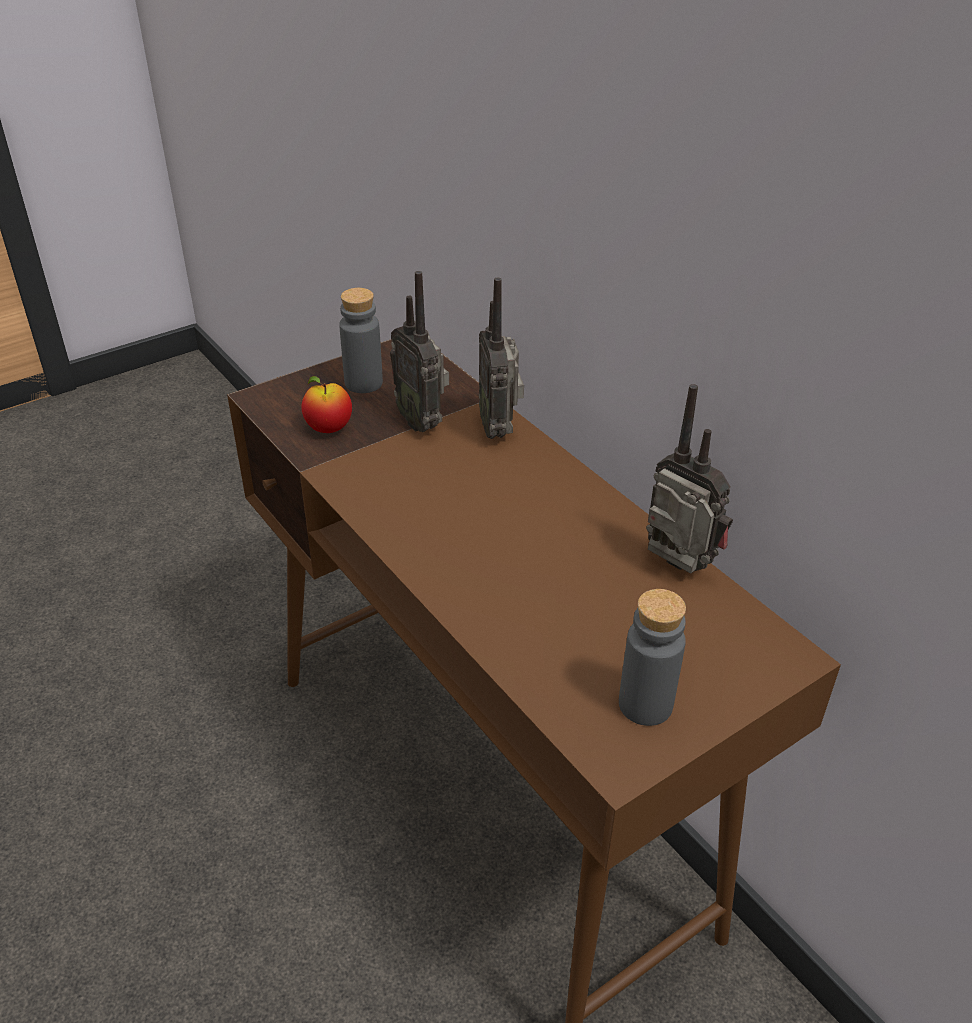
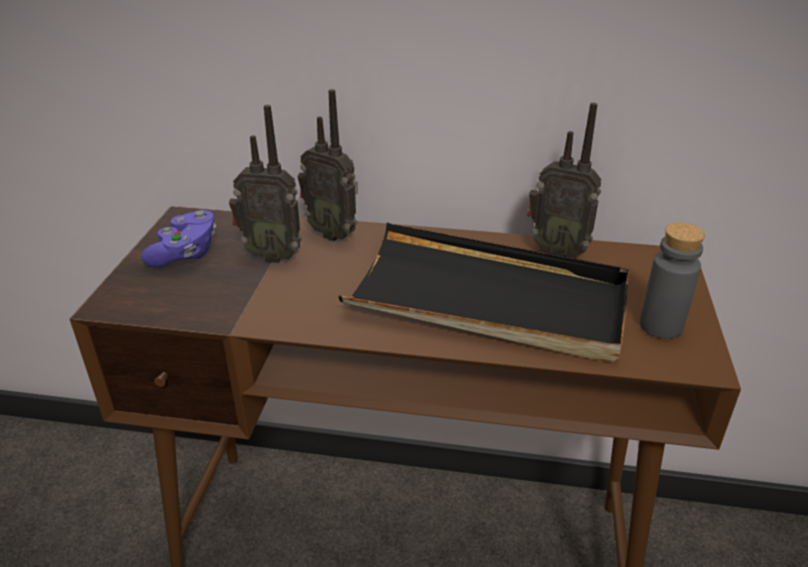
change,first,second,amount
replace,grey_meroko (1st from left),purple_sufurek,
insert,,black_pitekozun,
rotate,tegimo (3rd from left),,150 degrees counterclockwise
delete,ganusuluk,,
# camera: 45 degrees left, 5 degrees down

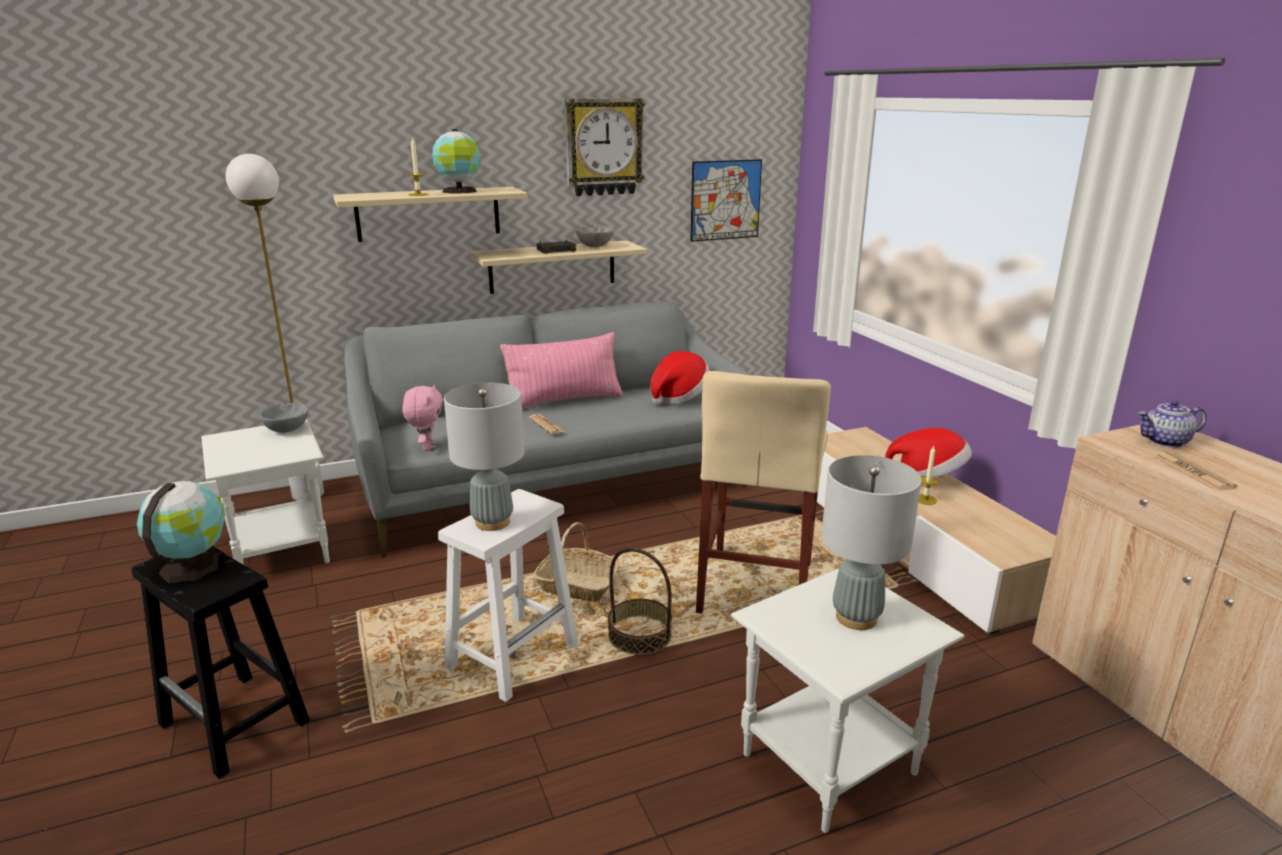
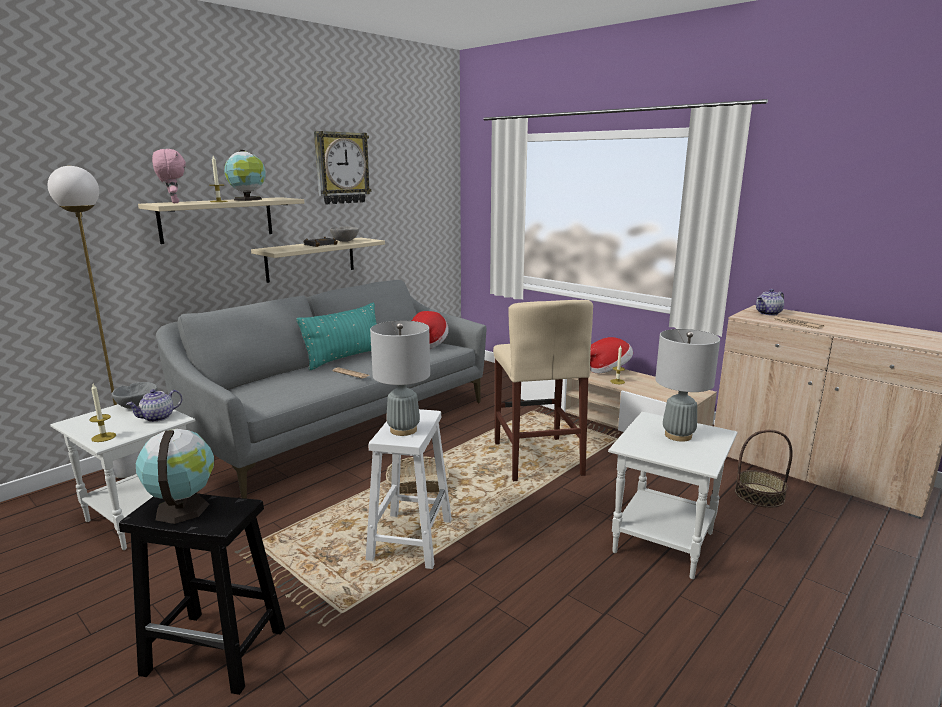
change,first,second,amount
insert,,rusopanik (1st from left),
insert,,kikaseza (1st from left),
move,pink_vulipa,,
recolor,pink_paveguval,turquoise_paveguval,
move,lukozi (2nd from left),,
delete,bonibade,,
# camera: 25 degrees left, 5 degrees down

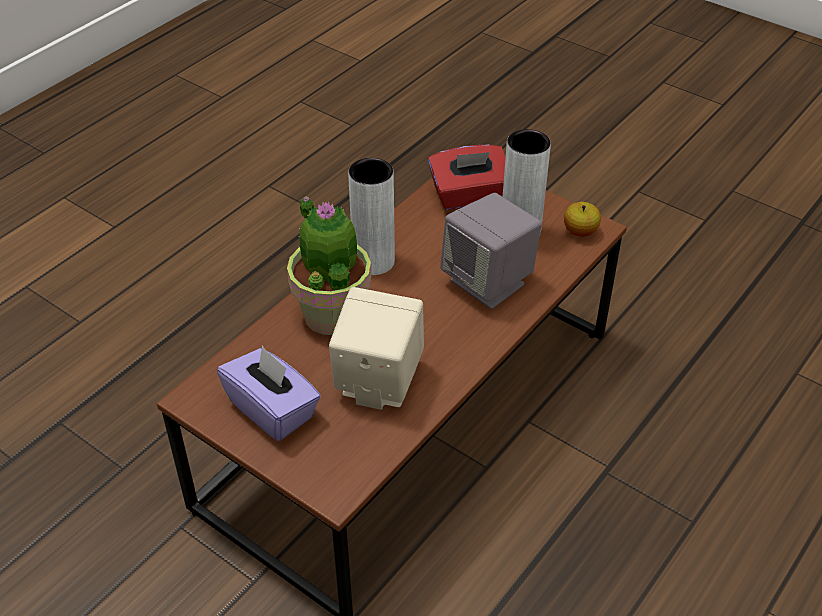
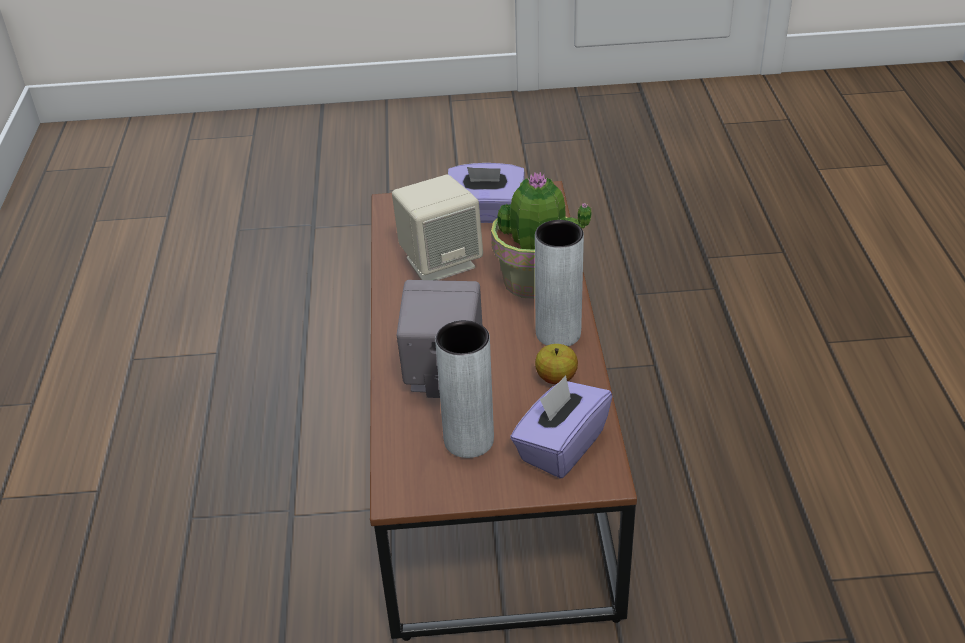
change,first,second,amount
recolor,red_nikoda,purple_nikoda (2nd from left),
move,ganusuluk,,
# camera: 140 degrees right, 5 degrees down

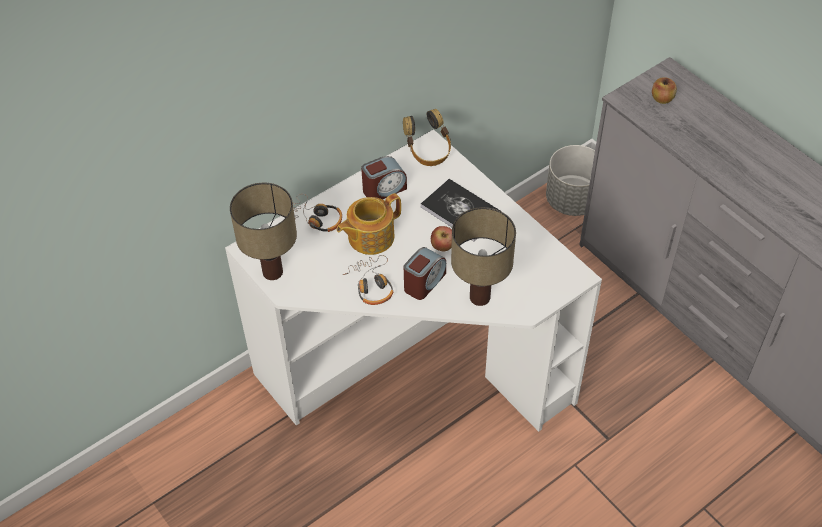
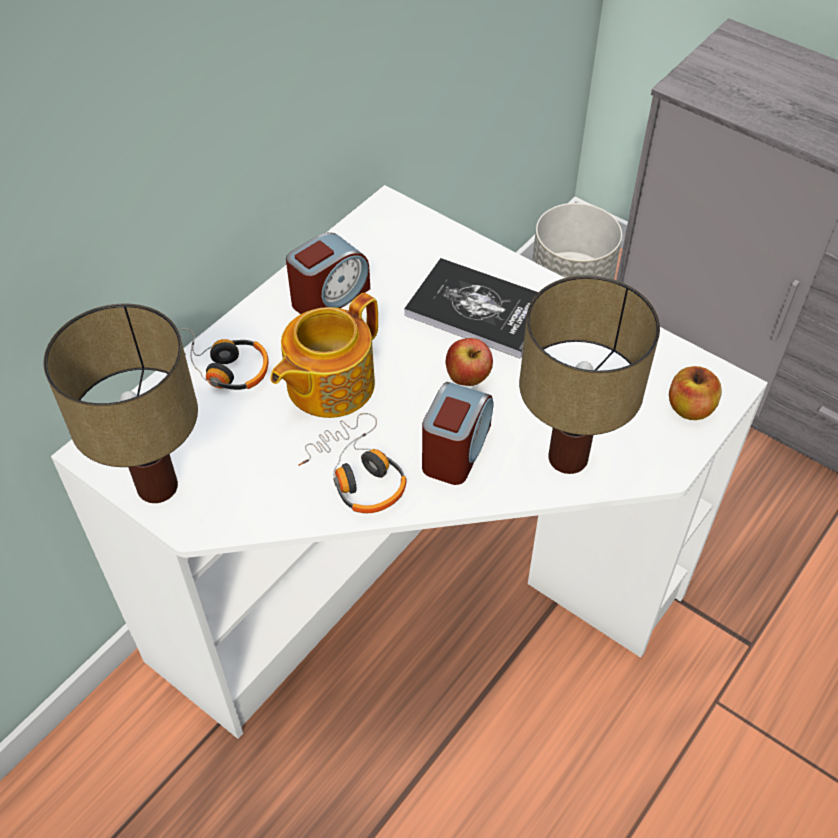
change,first,second,amount
move,ganusuluk (2nd from left),,
delete,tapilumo (3rd from left),,
# camera: 15 degrees left, 0 degrees up

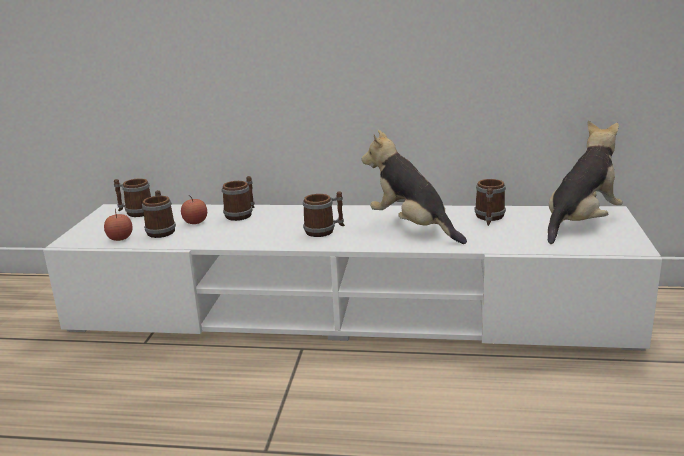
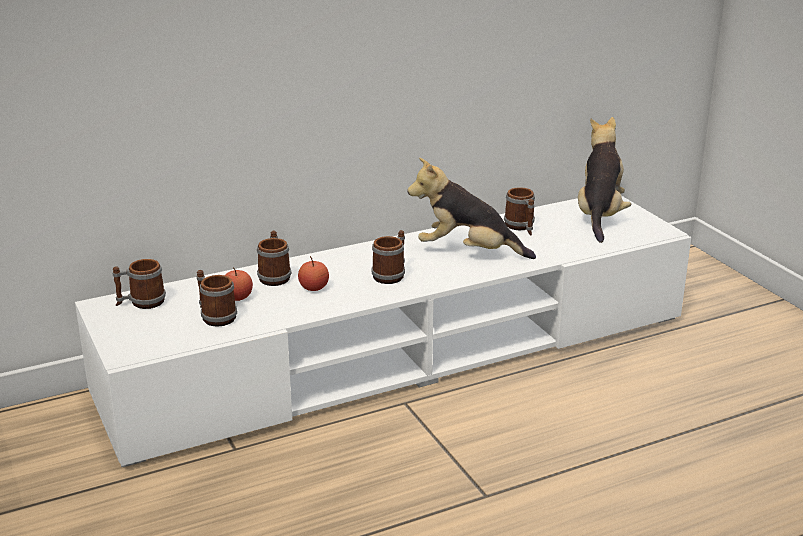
change,first,second,amount
move,ganusuluk (1st from left in the first image),ganusuluk (2nd from left),
# camera: 35 degrees left, 5 degrees up

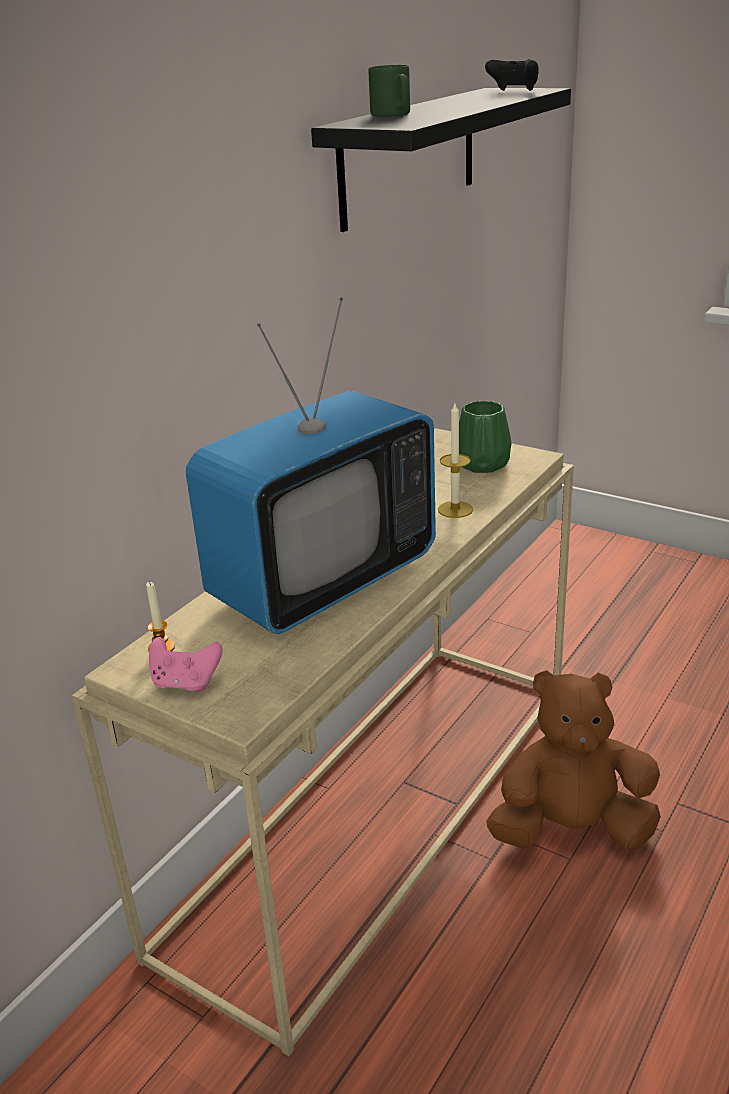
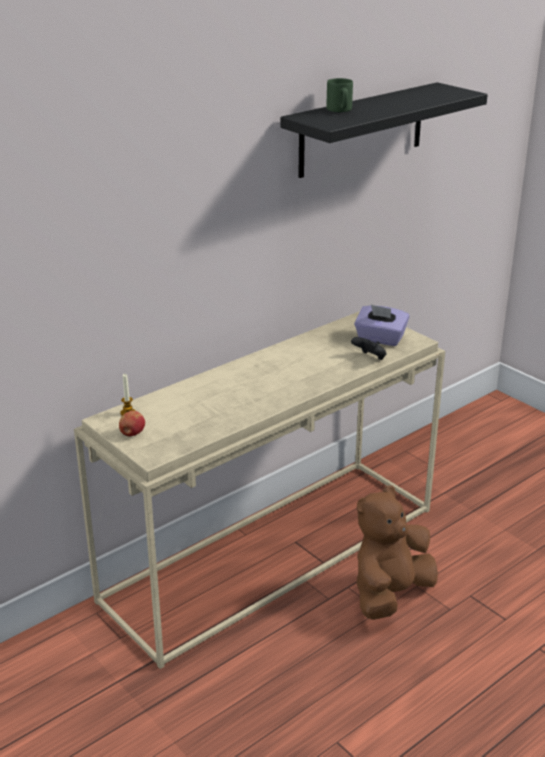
change,first,second,amount
replace,pink_sufurek,ganusuluk,
move,black_sufurek,,
replace,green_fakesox,purple_nikoda,
rotate,brown_vulipa,,60 degrees counterclockwise
delete,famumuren,,
delete,rusopanik (2nd from left),,
# camera: 15 degrees right, 0 degrees up

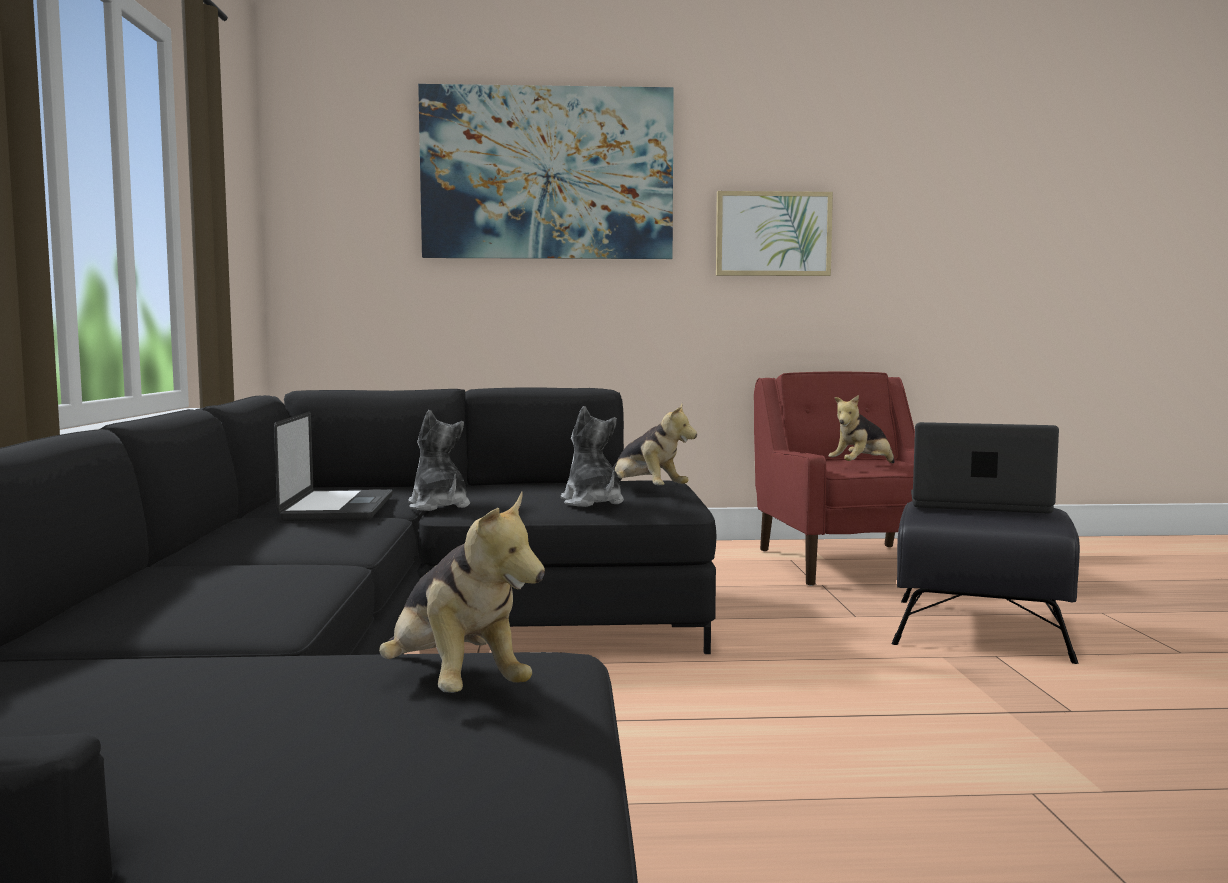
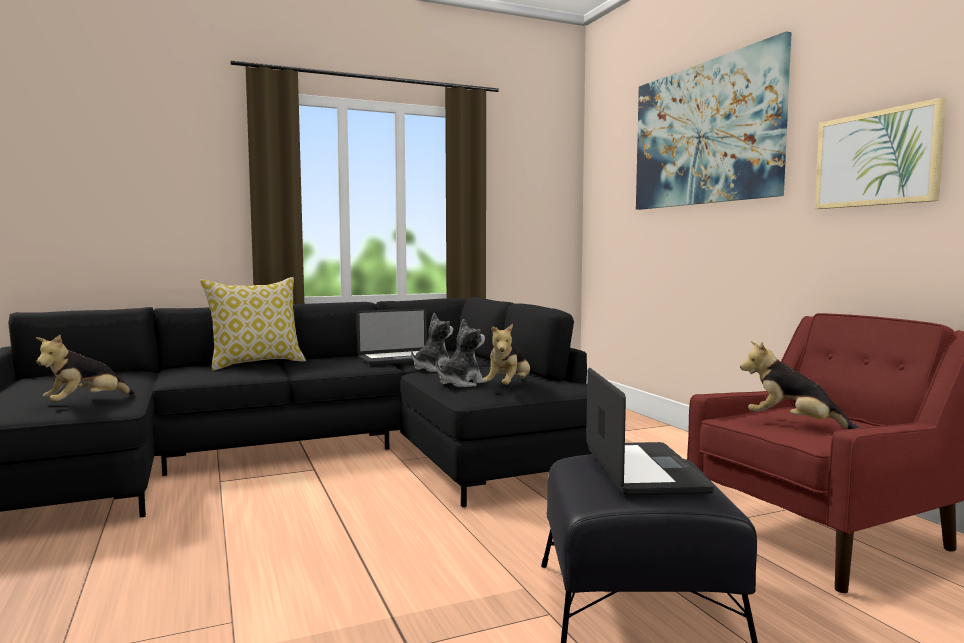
change,first,second,amount
insert,,paveguval,
# camera: 70 degrees right, 0 degrees up

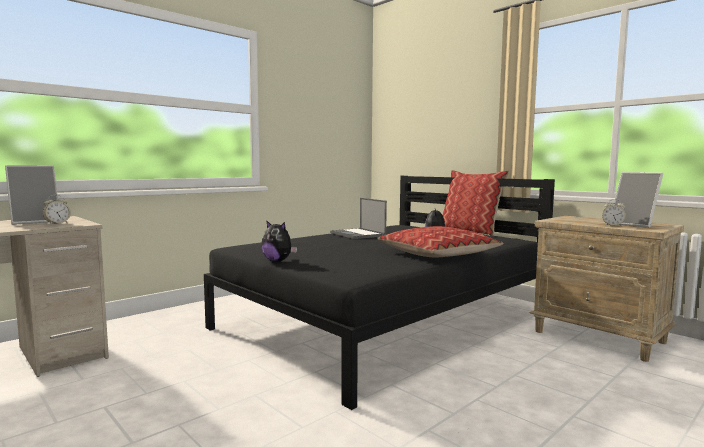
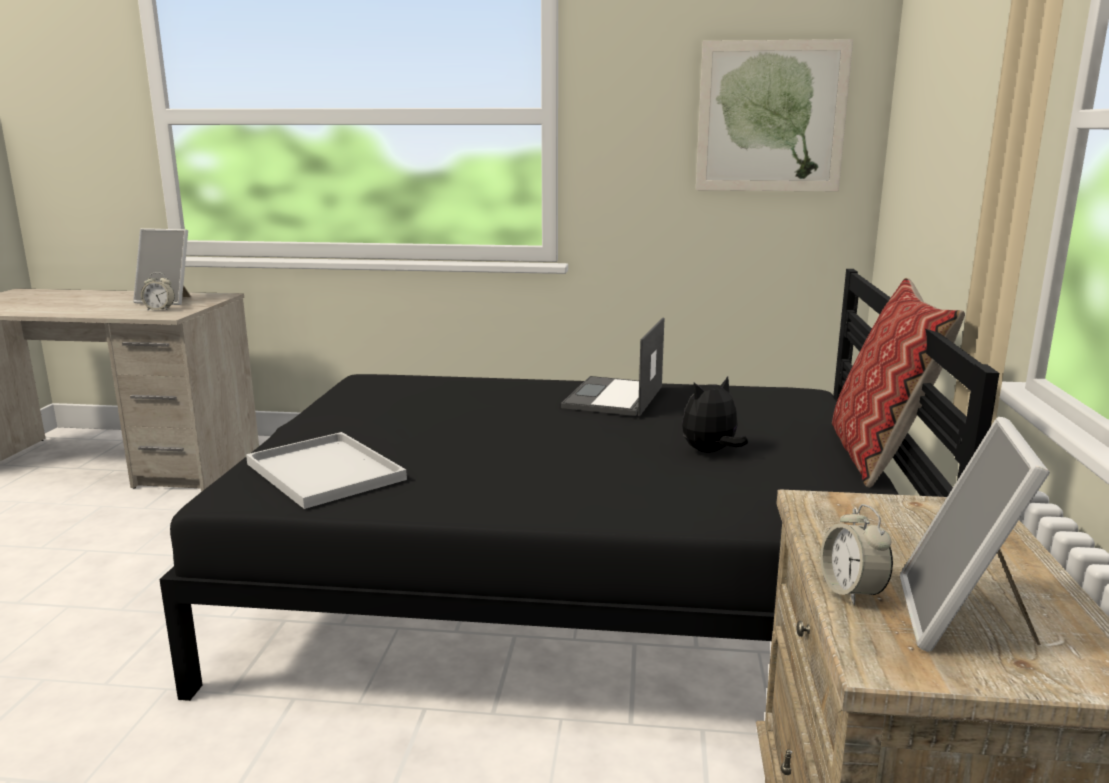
change,first,second,amount
insert,,white_pitekozun,
insert,,bonibade,
delete,vulipa (1st from left),,
delete,paveguval (1st from left),,
# camera: 50 degrees right, 10 degrees up

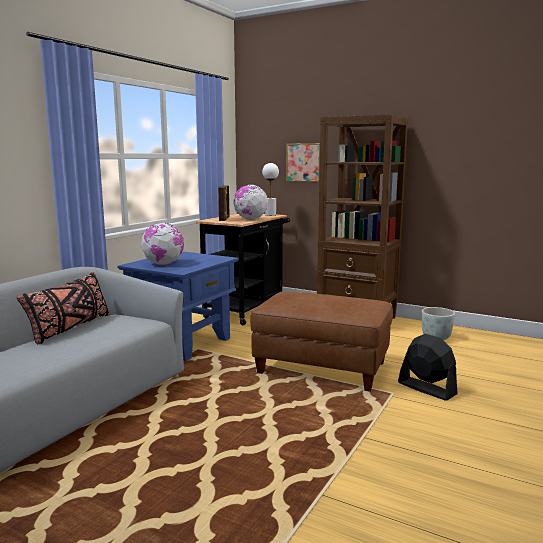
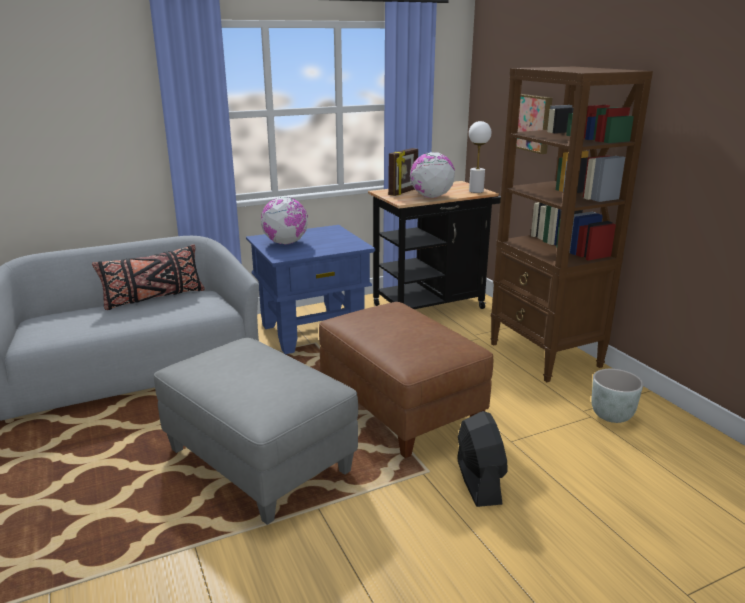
change,first,second,amount
insert,,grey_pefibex,
# camera: 35 degrees right, 10 degrees up

